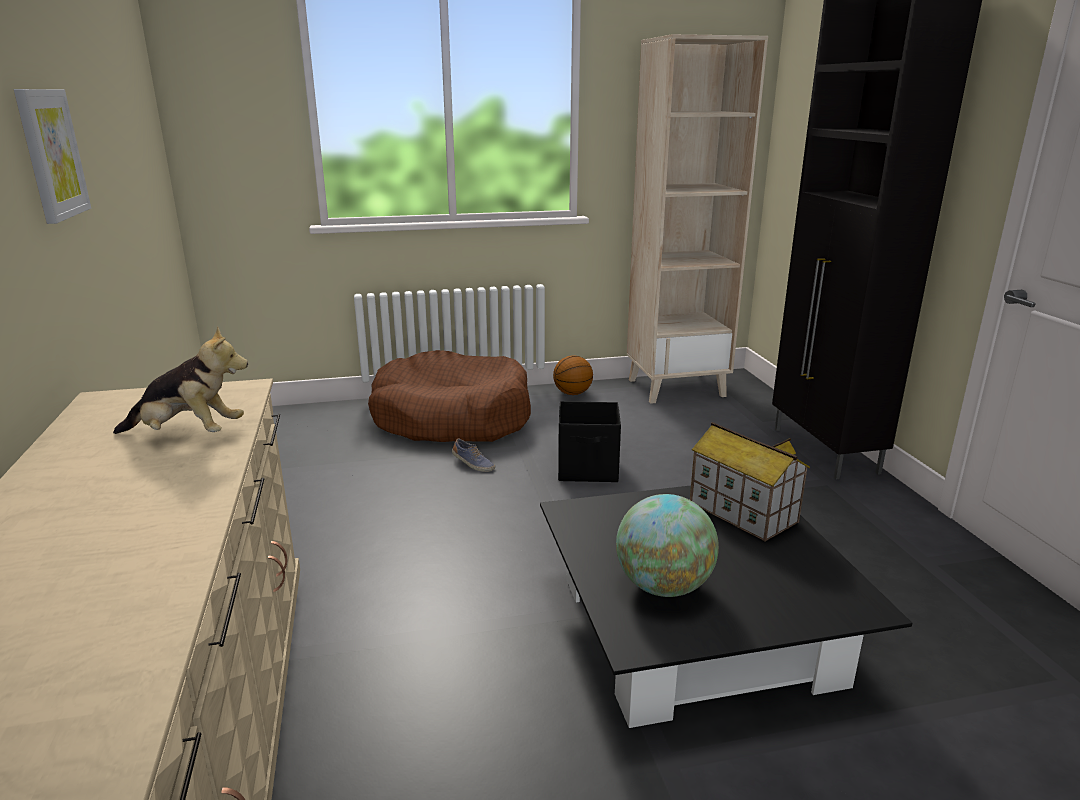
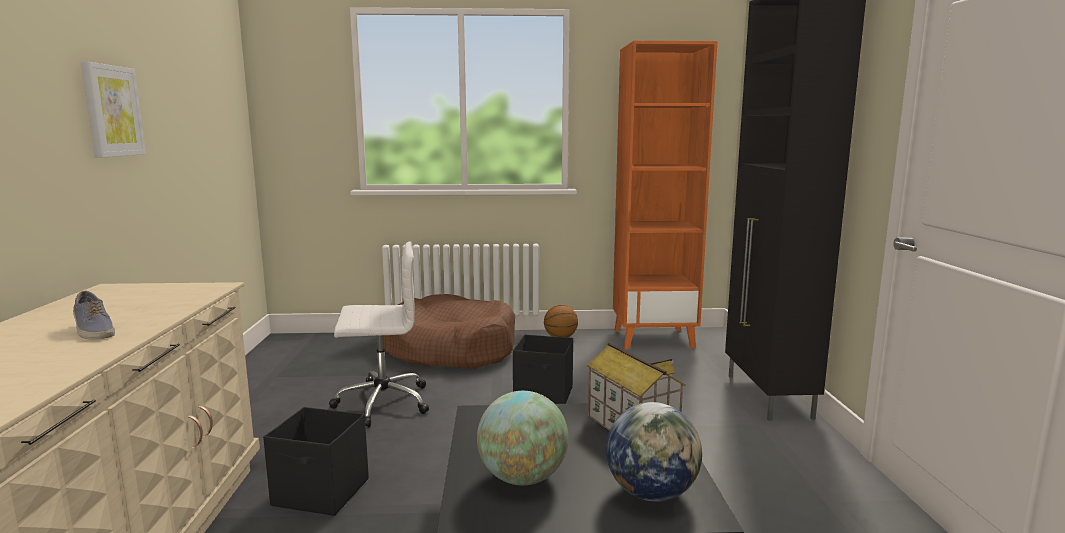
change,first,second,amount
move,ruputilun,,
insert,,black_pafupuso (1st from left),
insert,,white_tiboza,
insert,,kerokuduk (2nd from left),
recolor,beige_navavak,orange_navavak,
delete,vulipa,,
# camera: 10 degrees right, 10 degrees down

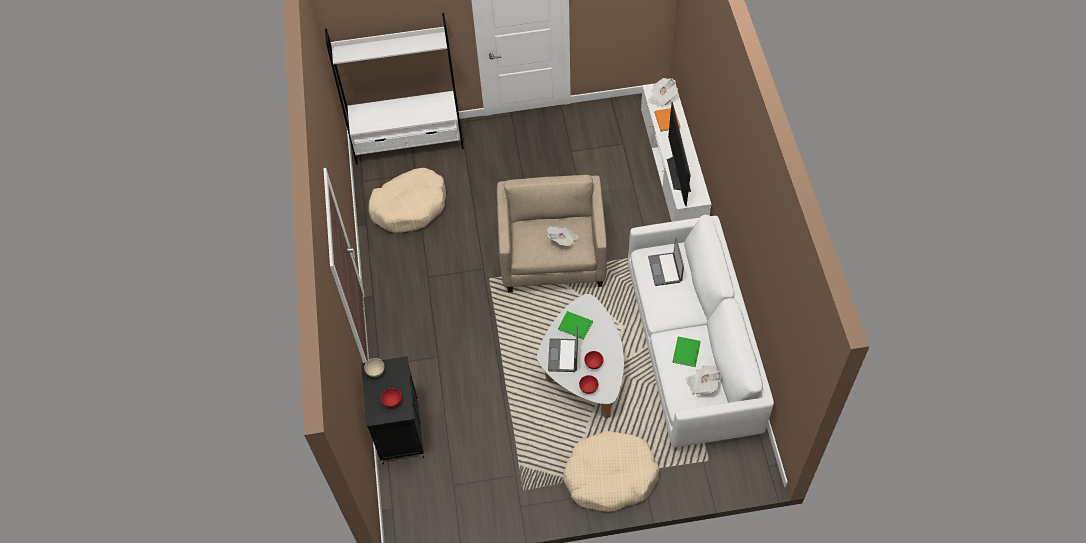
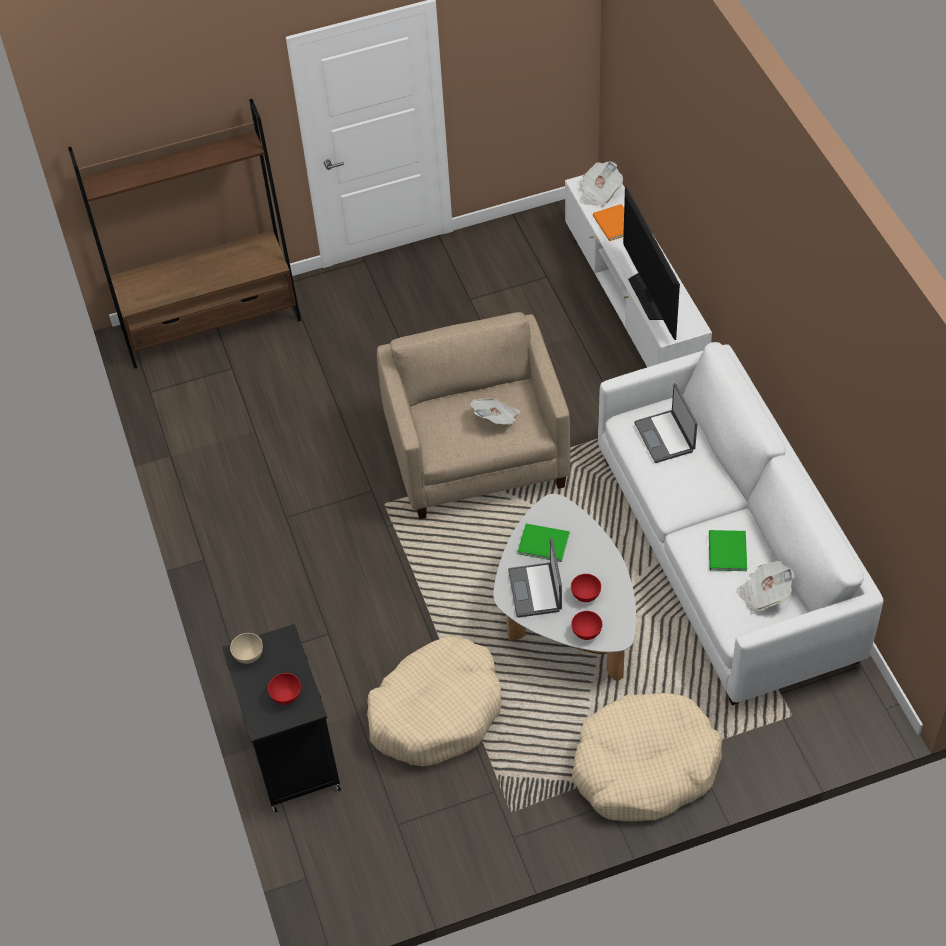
change,first,second,amount
recolor,white_navavak,brown_navavak,
move,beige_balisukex (1st from left),,
# camera: 10 degrees left, 5 degrees down

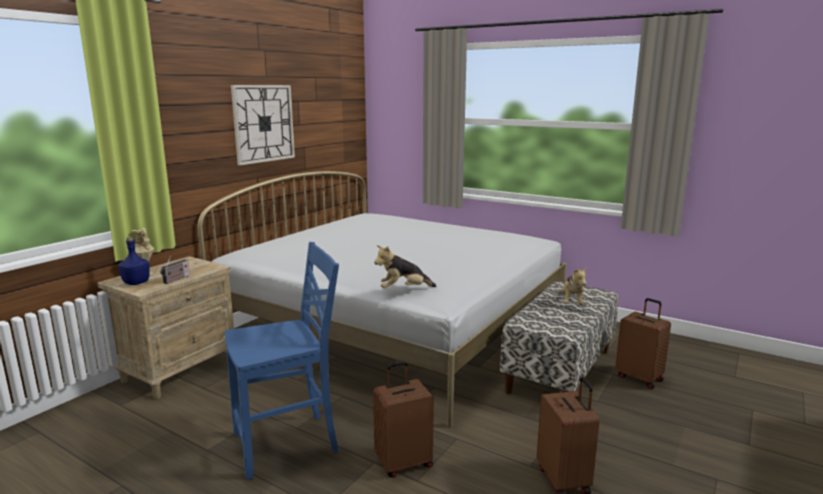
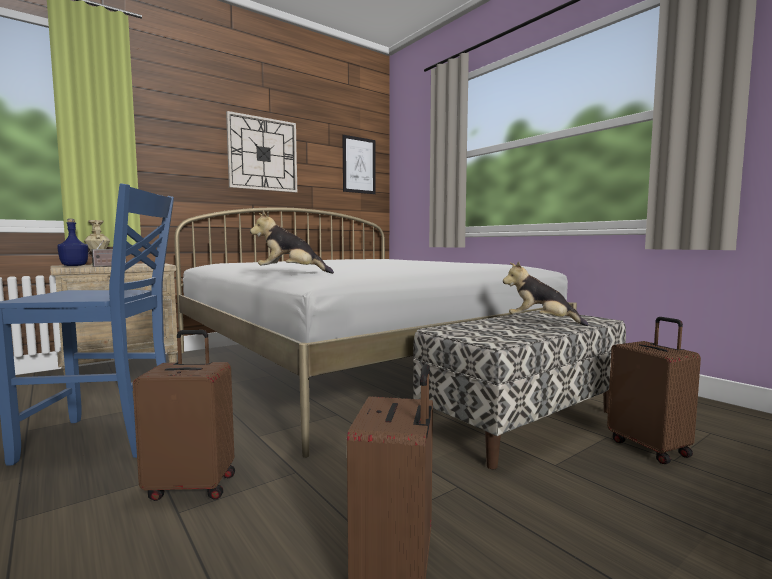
change,first,second,amount
insert,,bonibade,
rotate,vulipa (2nd from left),,90 degrees clockwise
# camera: 20 degrees right, 10 degrees down

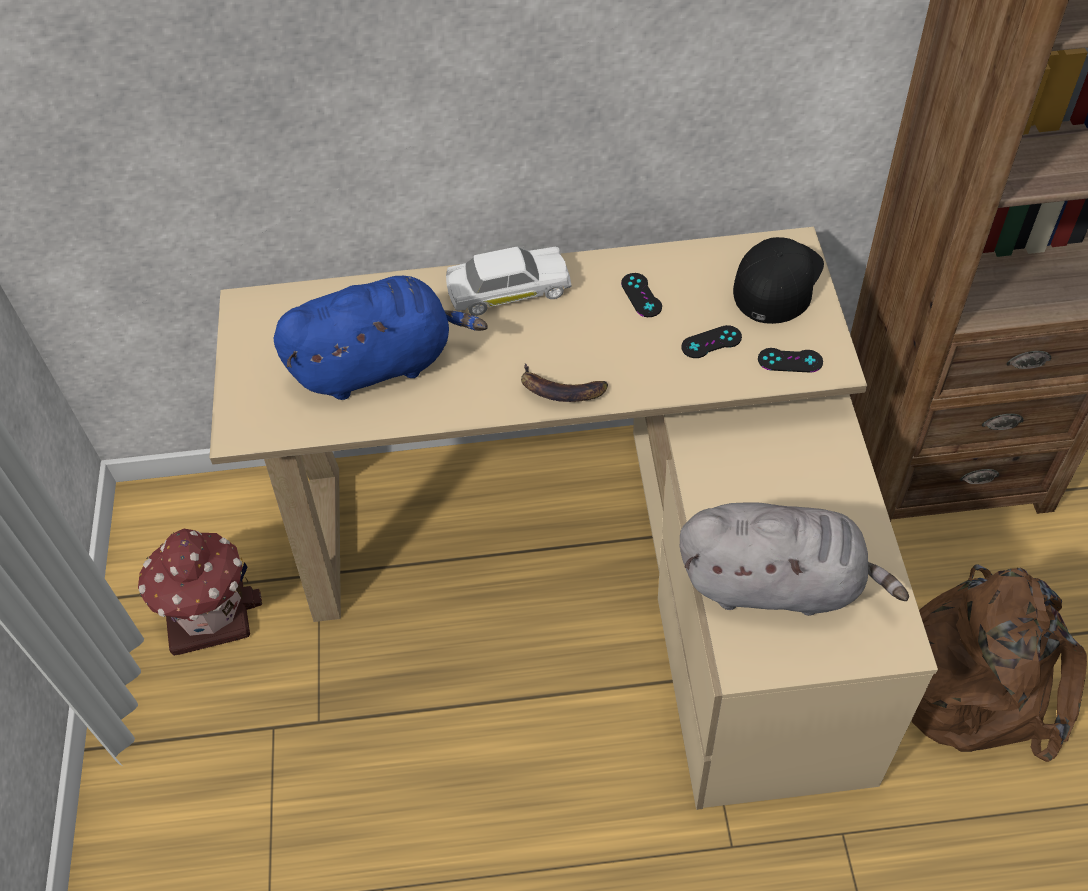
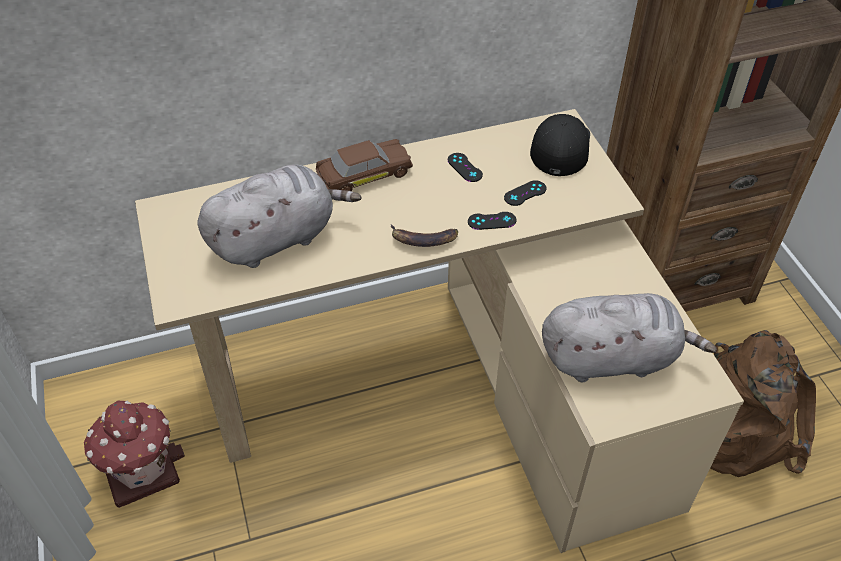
change,first,second,amount
recolor,blue_vulipa,grey_vulipa (1st from left),
recolor,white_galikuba,brown_galikuba,
move,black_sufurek (3rd from left in the first image),black_sufurek (2nd from left),
# camera: 15 degrees left, 5 degrees down

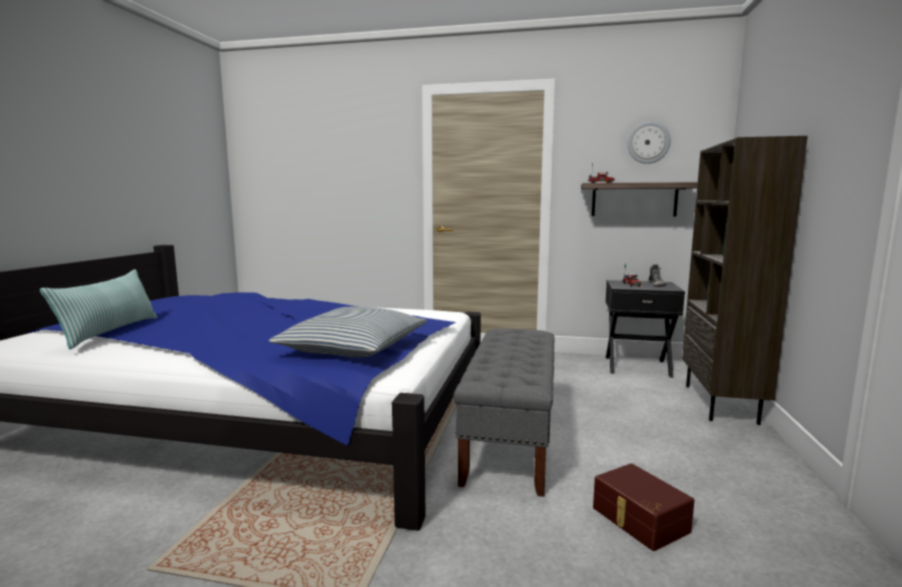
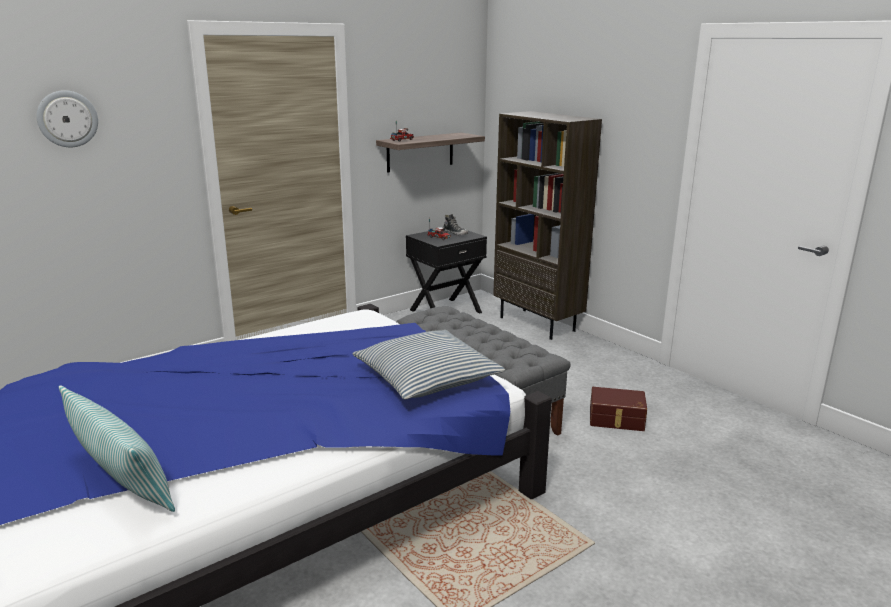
change,first,second,amount
move,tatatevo,,
# camera: 50 degrees left, 10 degrees up

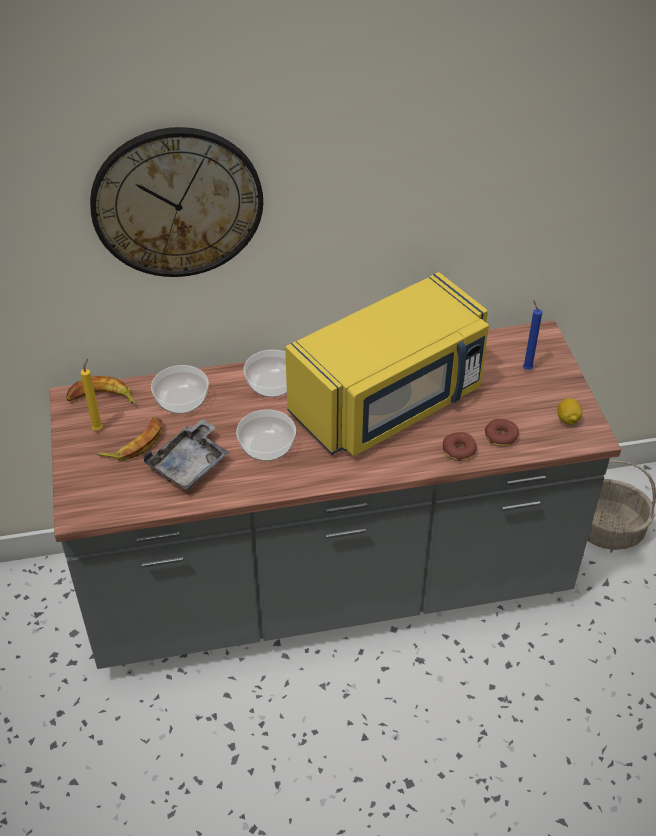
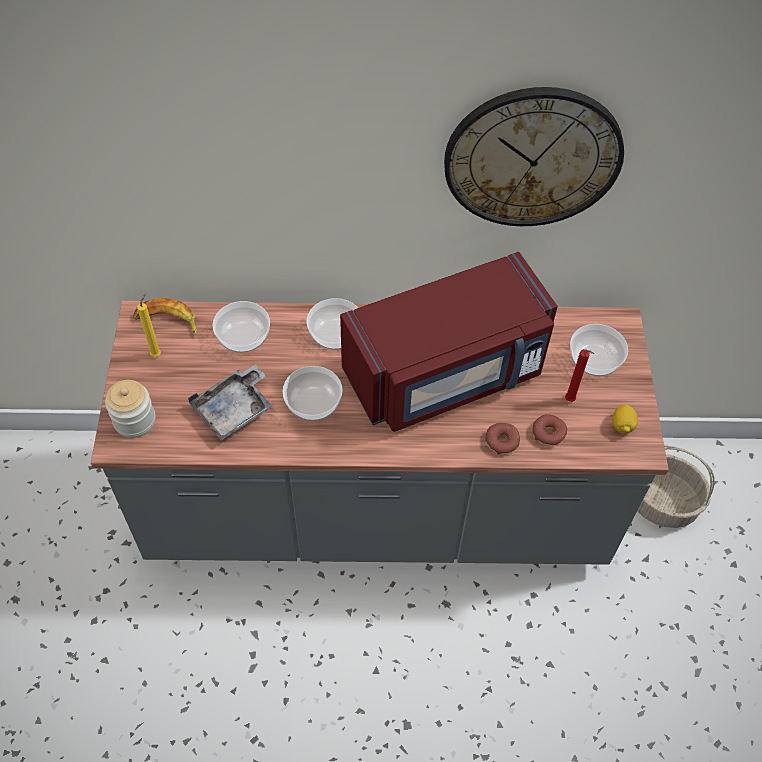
change,first,second,amount
insert,,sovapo,
recolor,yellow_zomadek,red_zomadek,
move,tatatevo,,
insert,,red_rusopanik,
replace,blue_rusopanik,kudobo (4th from left),
delete,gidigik (2nd from left),,
# camera: 10 degrees right, 10 degrees up

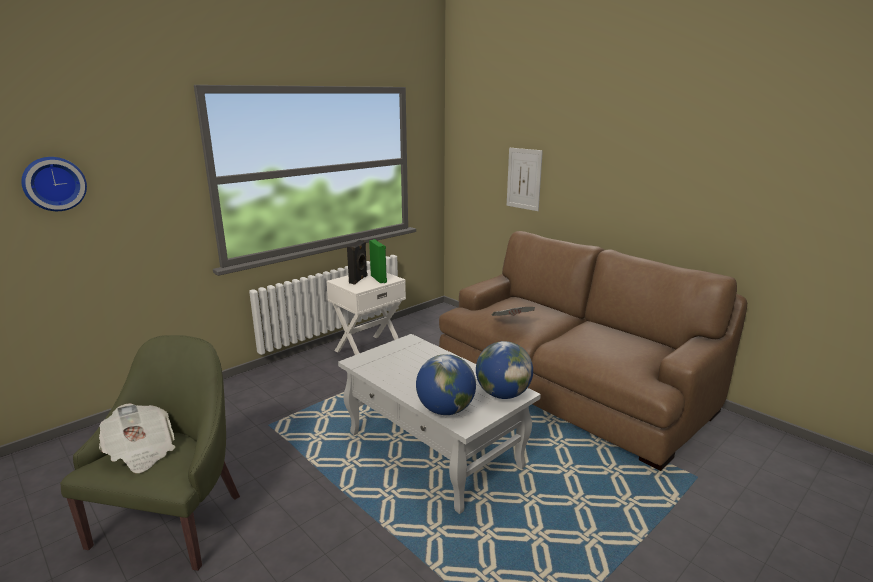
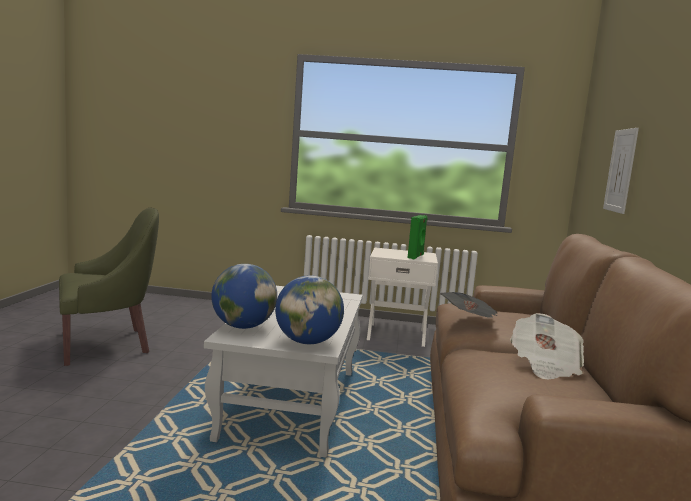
change,first,second,amount
move,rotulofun (1st from left in the first image),rotulofun (2nd from left),
delete,tatatevo,,
delete,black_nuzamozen,,
# camera: 50 degrees right, 10 degrees down

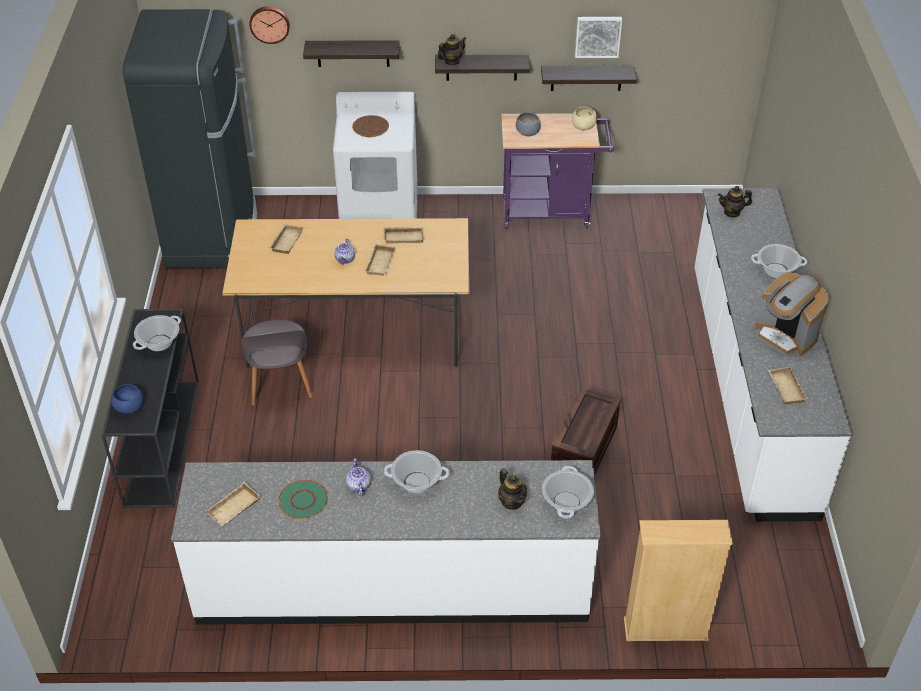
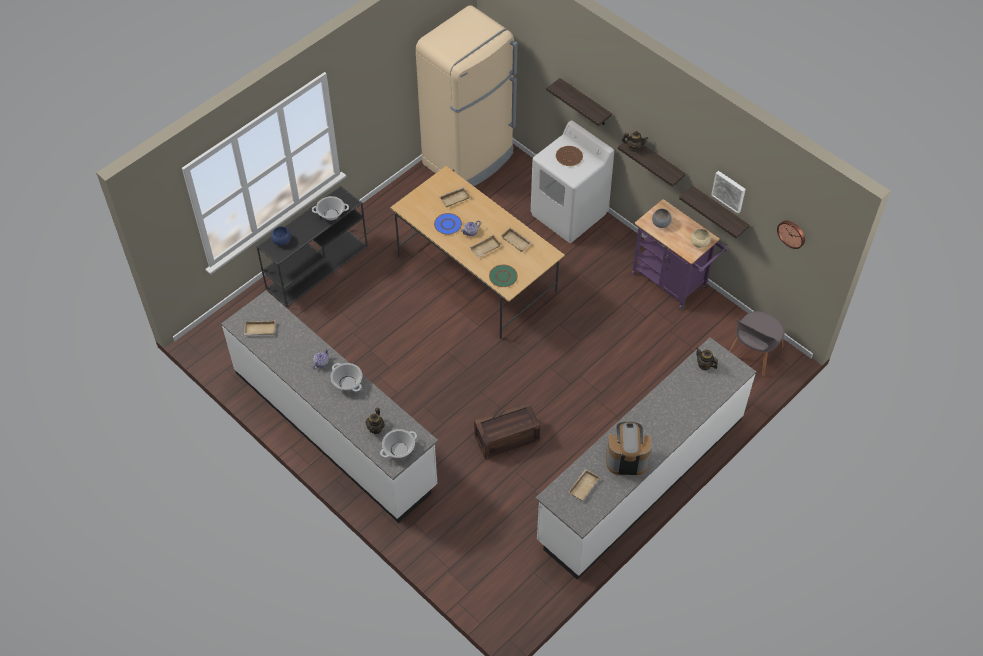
change,first,second,amount
recolor,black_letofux,beige_letofux,
insert,,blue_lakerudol,
move,green_lakerudol,,
rotate,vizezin,,90 degrees clockwise
move,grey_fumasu,,
move,tatatevo,,
delete,beige_navavak,,
delete,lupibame (4th from left),,
# camera: 45 degrees right, 10 degrees up

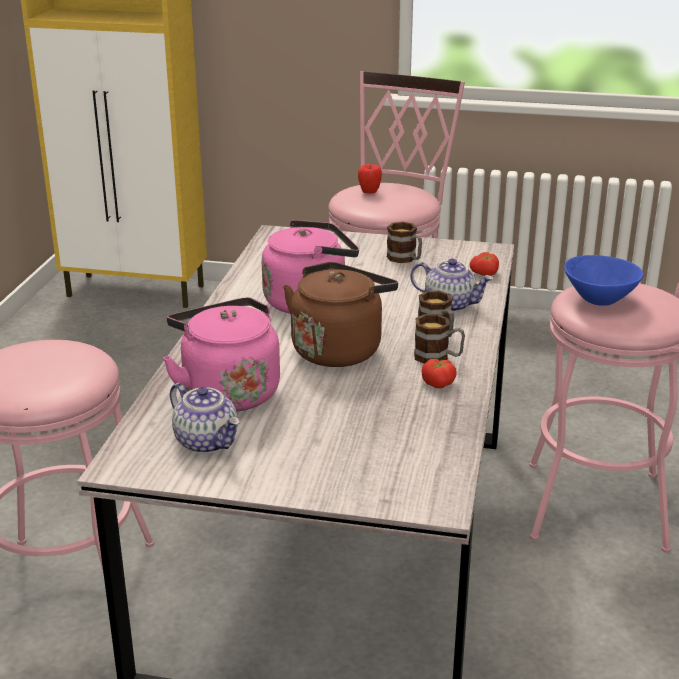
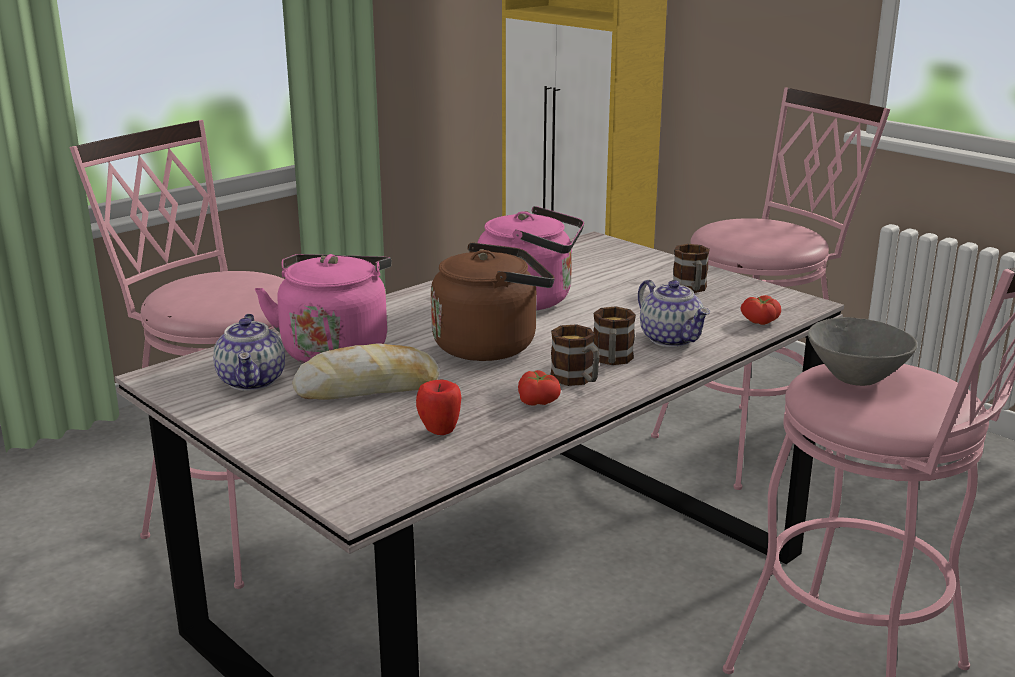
change,first,second,amount
insert,,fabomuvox,
move,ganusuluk,,
recolor,blue_kudobo,grey_kudobo,
# camera: 35 degrees right, 5 degrees down

